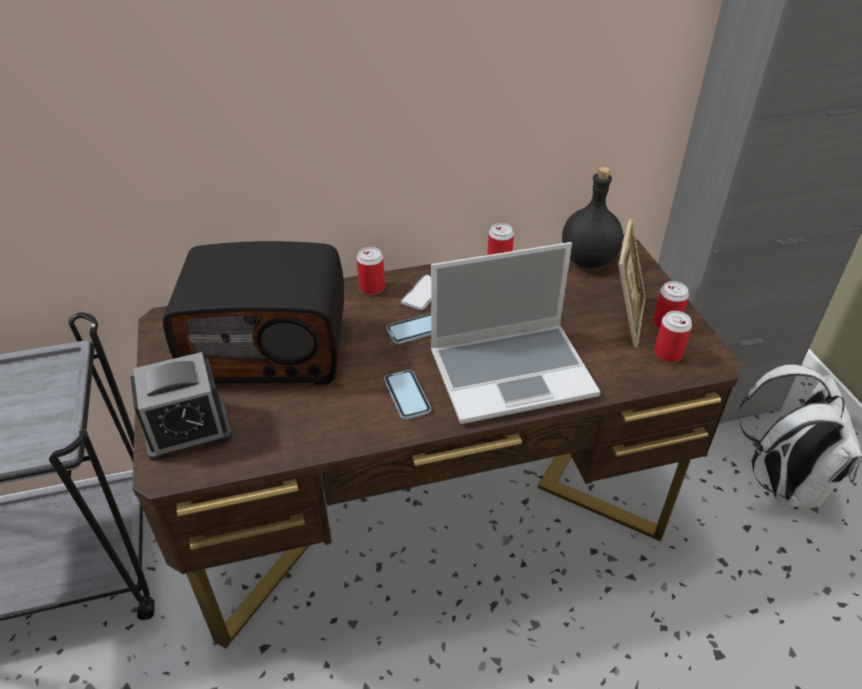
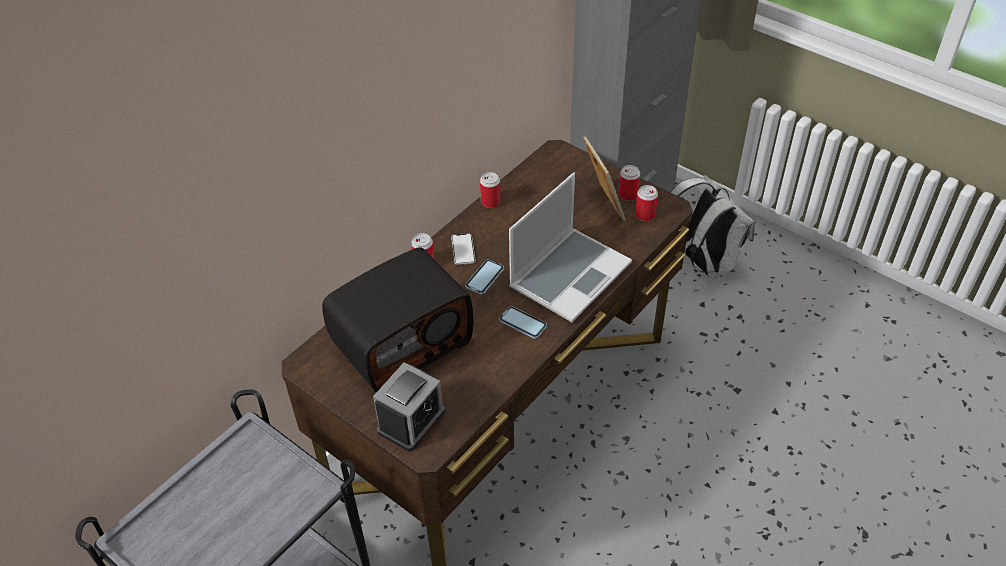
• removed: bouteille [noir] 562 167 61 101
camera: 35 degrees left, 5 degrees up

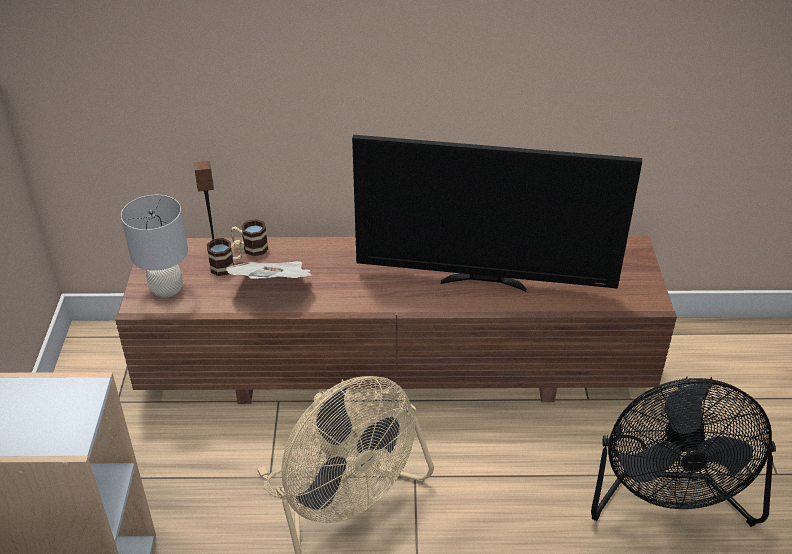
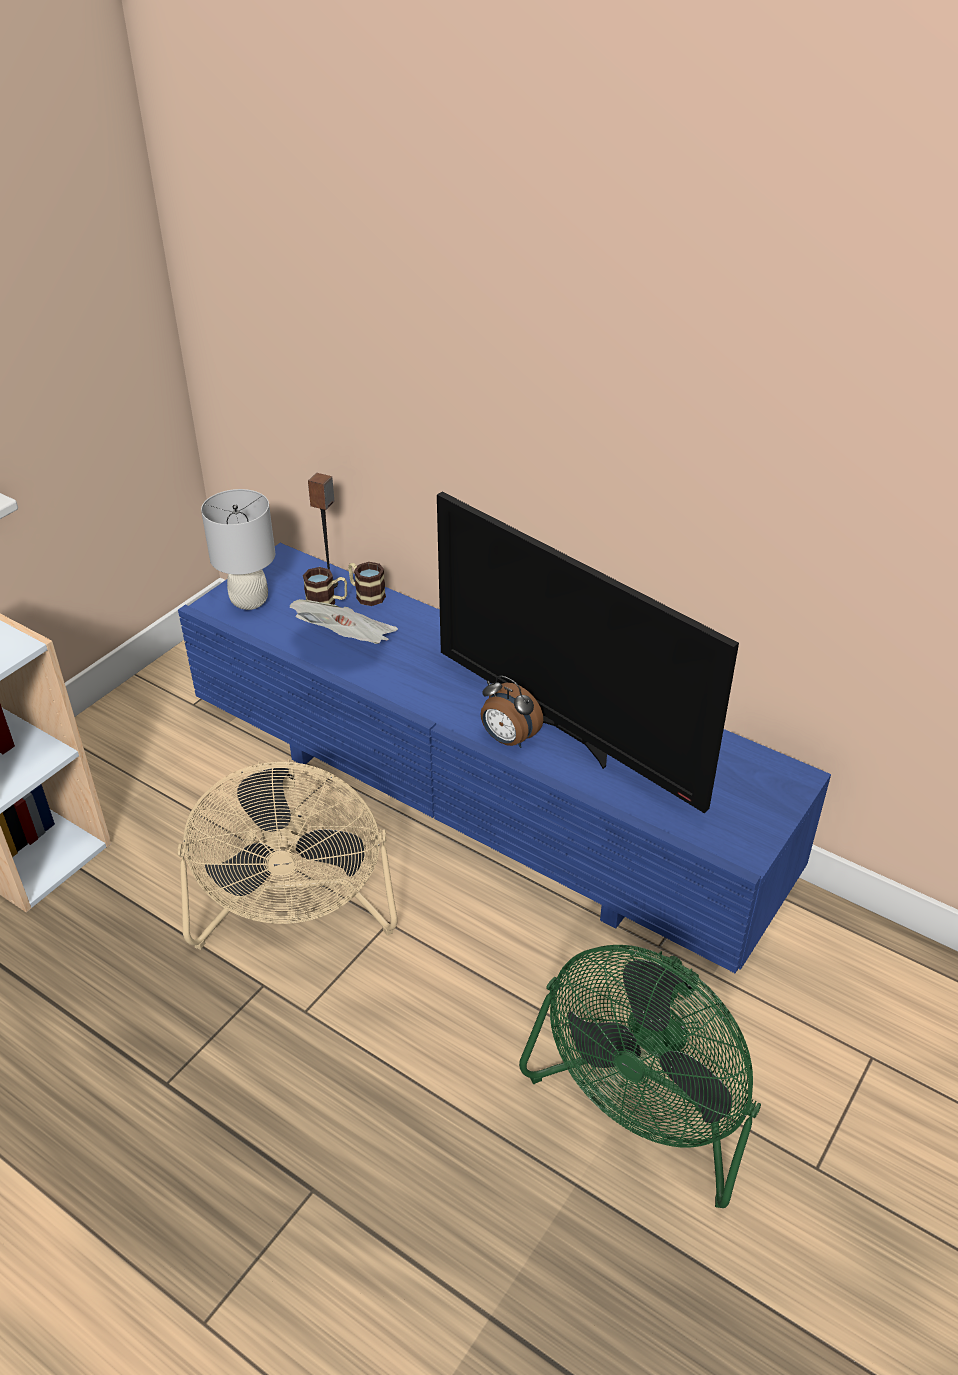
• recoloured: meuble télé [marron] 115 235 562 169 to meuble télé [bleu] 178 543 653 430
• added: réveil 481 676 62 72
• recoloured: ventilateur [noir] 591 376 185 151 to ventilateur [vert] 519 945 242 263
camera: 35 degrees right, 0 degrees up

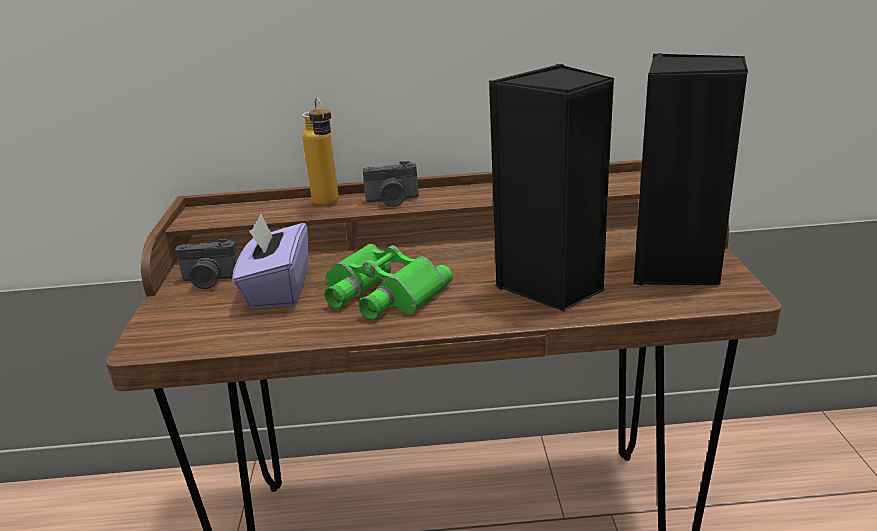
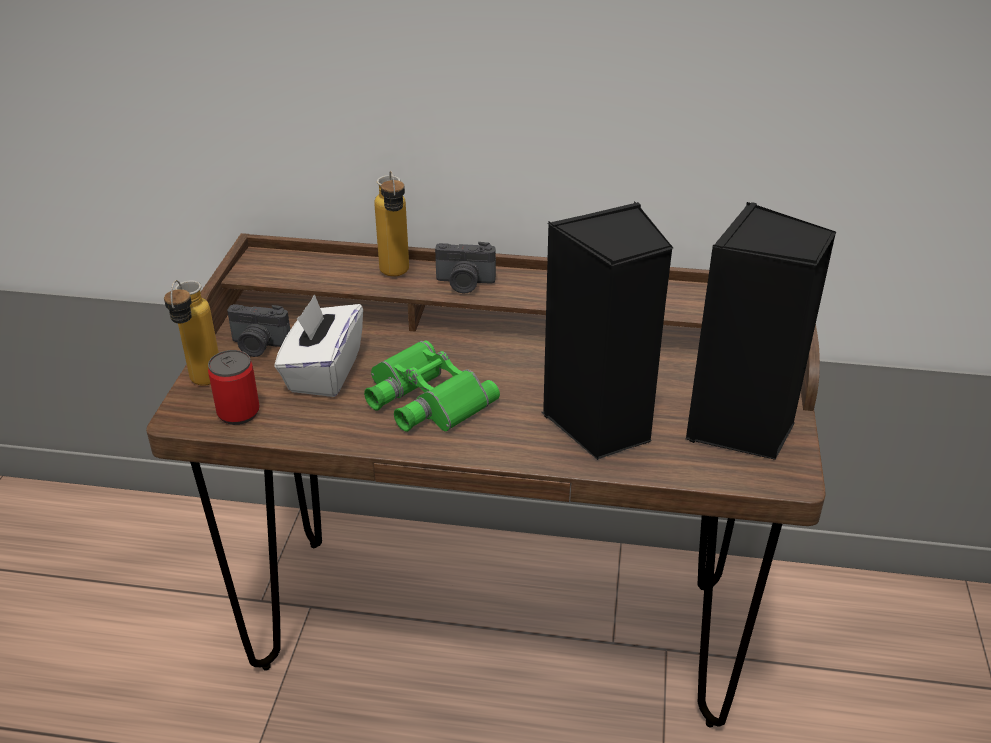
• added: bouteille 164 280 55 105
• added: boîte métallique 208 350 52 75
• recoloured: boîte à mouchoirs [violet] 232 214 76 94 to boîte à mouchoirs [blanc] 275 294 88 103
camera: 10 degrees right, 10 degrees up

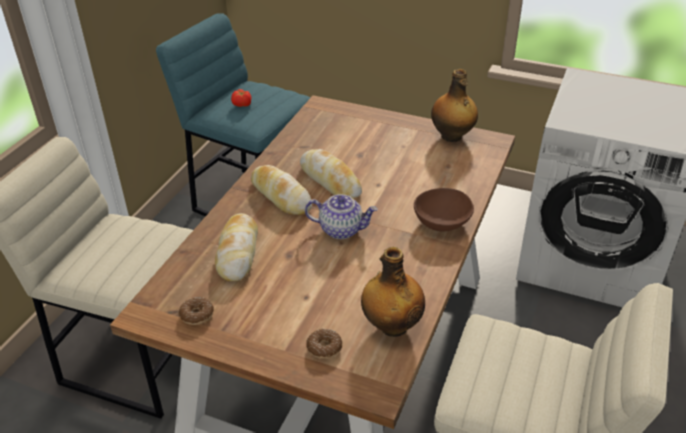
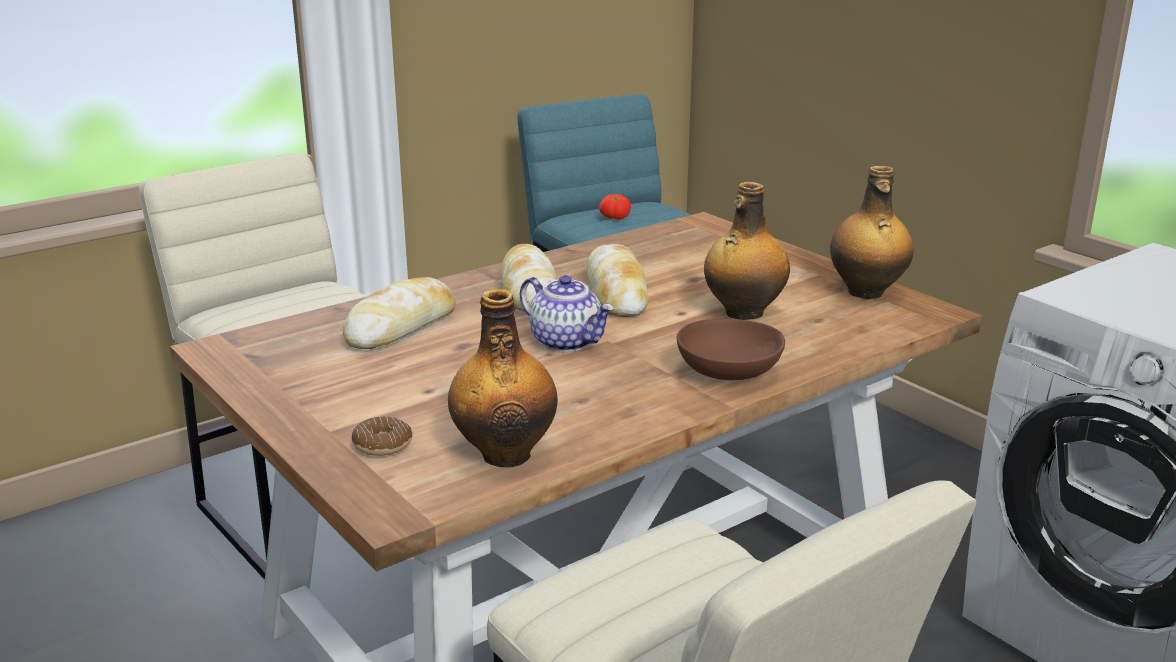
• added: bouteille 704 182 86 138
• removed: beignet 179 297 35 28
camera: 30 degrees right, 15 degrees down

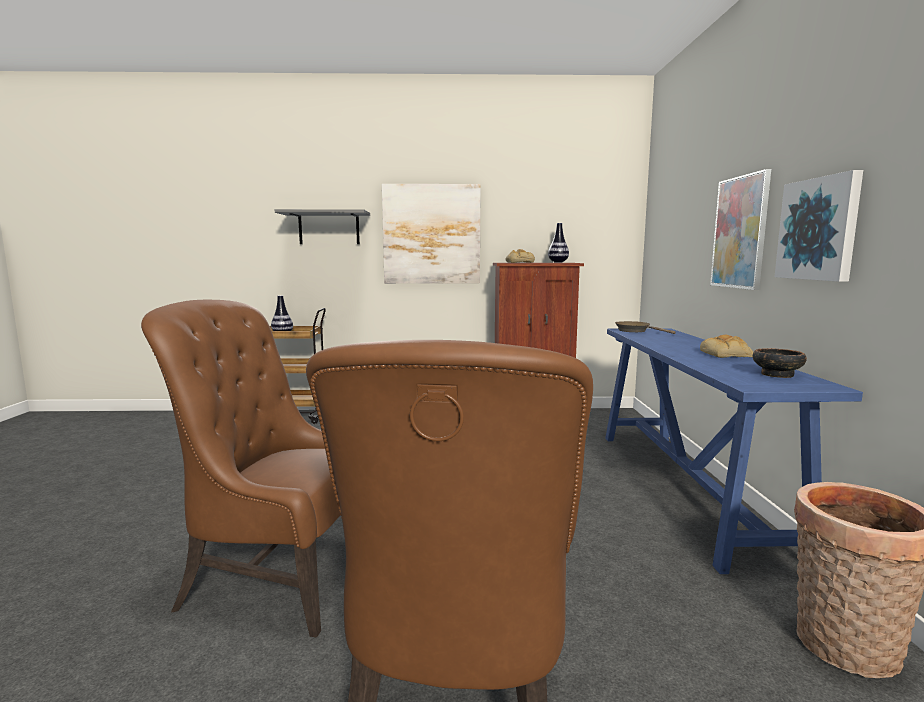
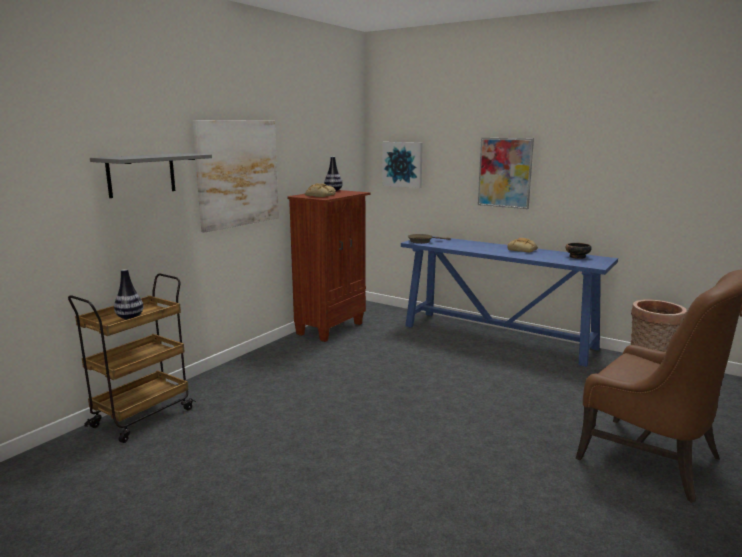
• moved: tableau 775 170 88 112 to 382 142 41 46
• removed: chaise [marron] 141 300 199 337
camera: 55 degrees left, 5 degrees up

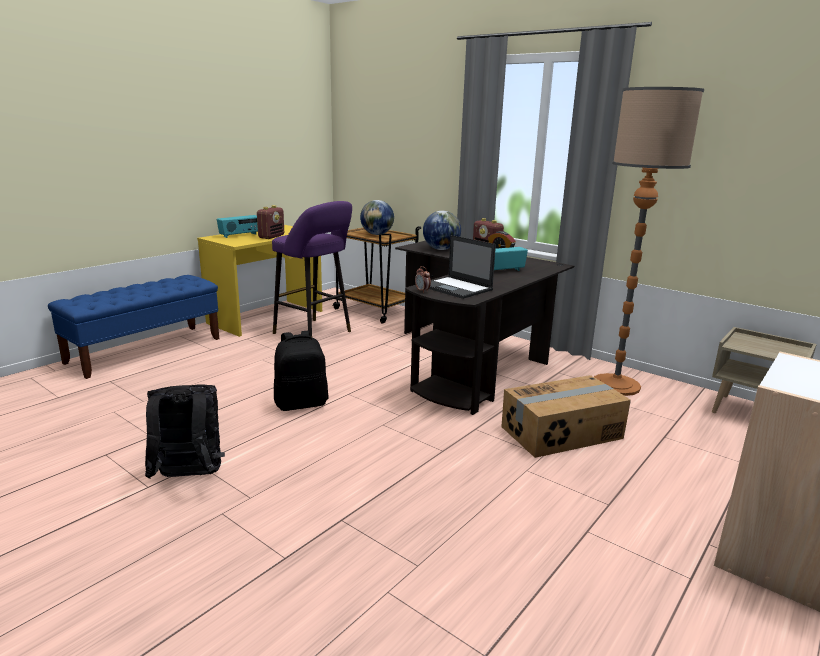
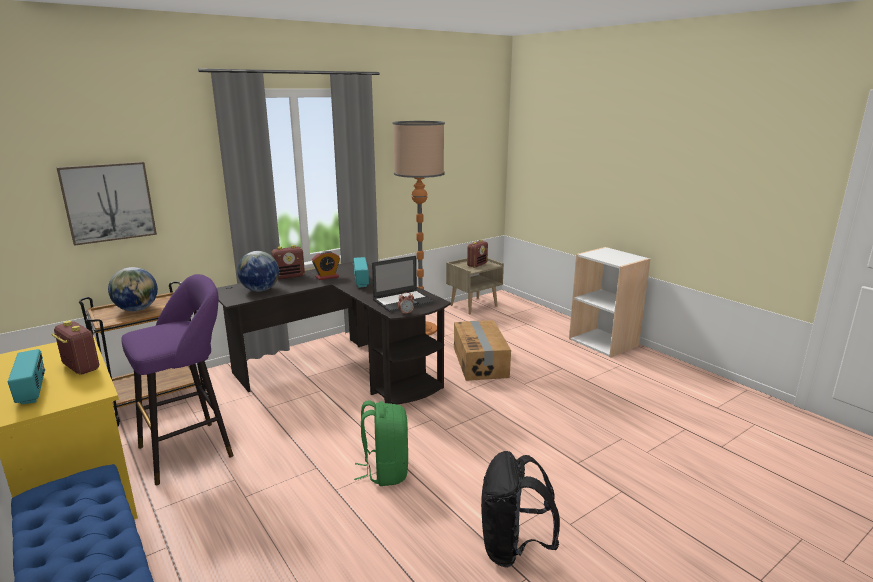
• added: tableau 56 162 101 84
• recoloured: sac à dos [noir] 274 331 55 80 to sac à dos [vert] 354 400 54 86
• added: radio 467 240 21 28
camera: 75 degrees left, 0 degrees up

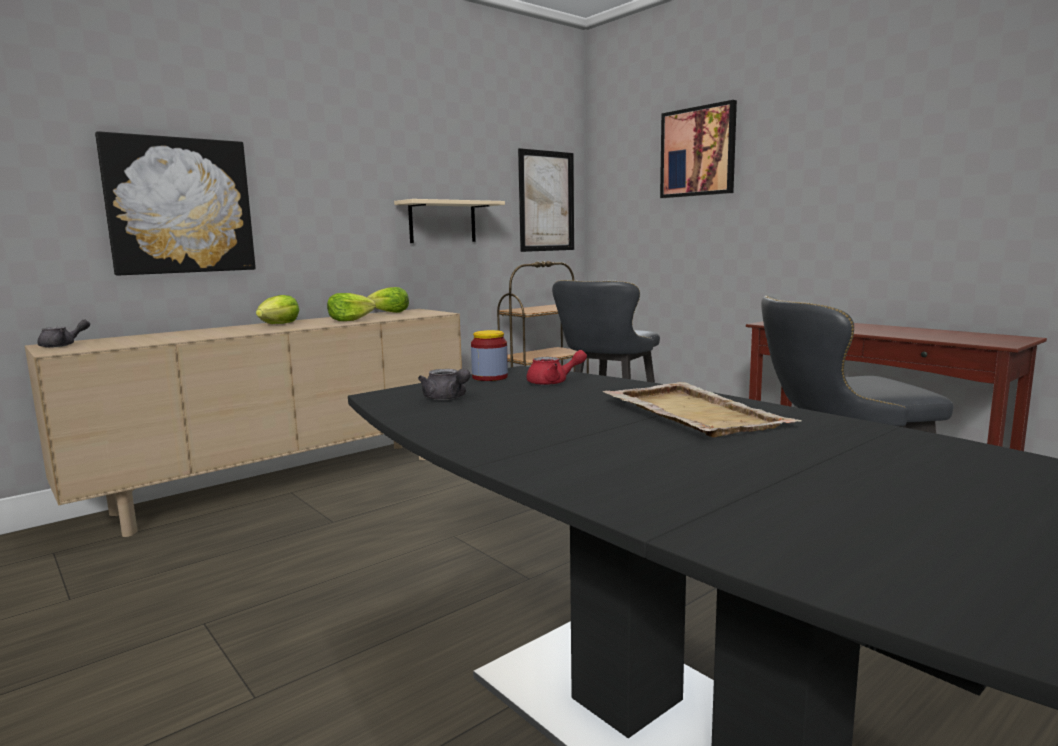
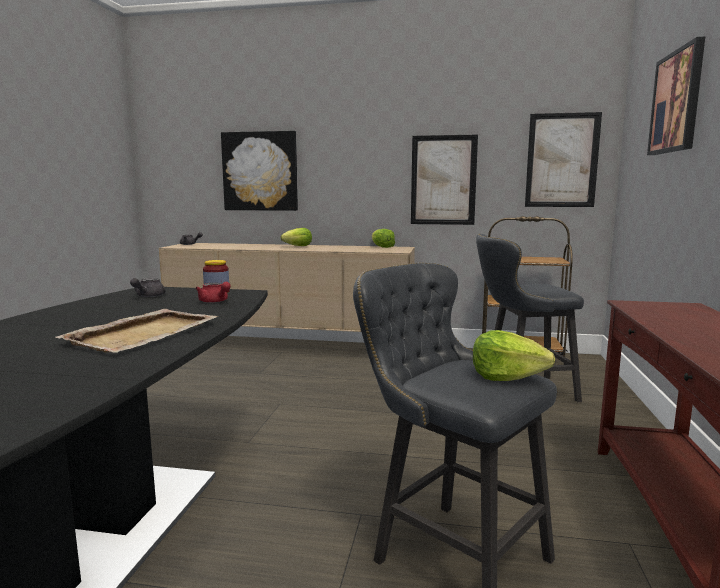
• replaced: étagère [beige] 394 199 111 44 to tableau 411 135 67 90
• moved: laitue 327 293 48 28 to 473 330 82 51
camera: 50 degrees right, 0 degrees up

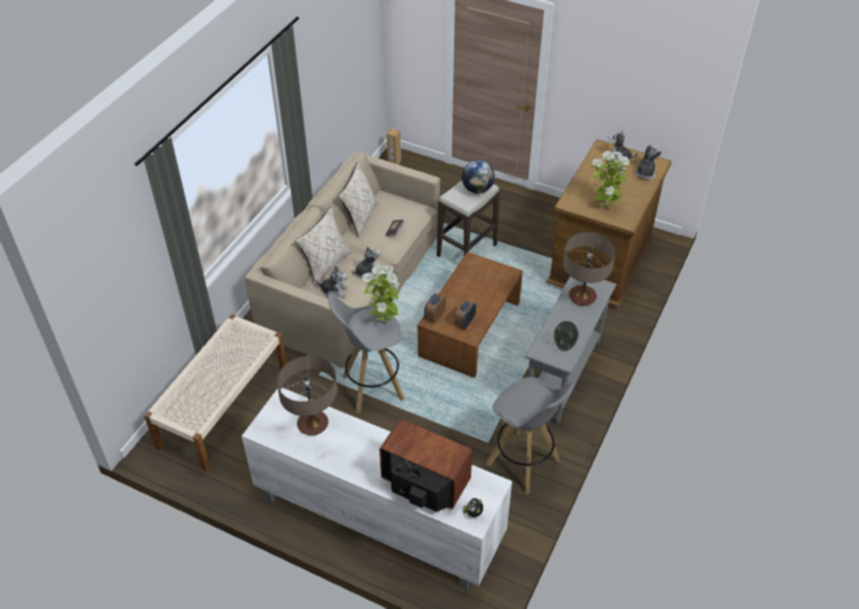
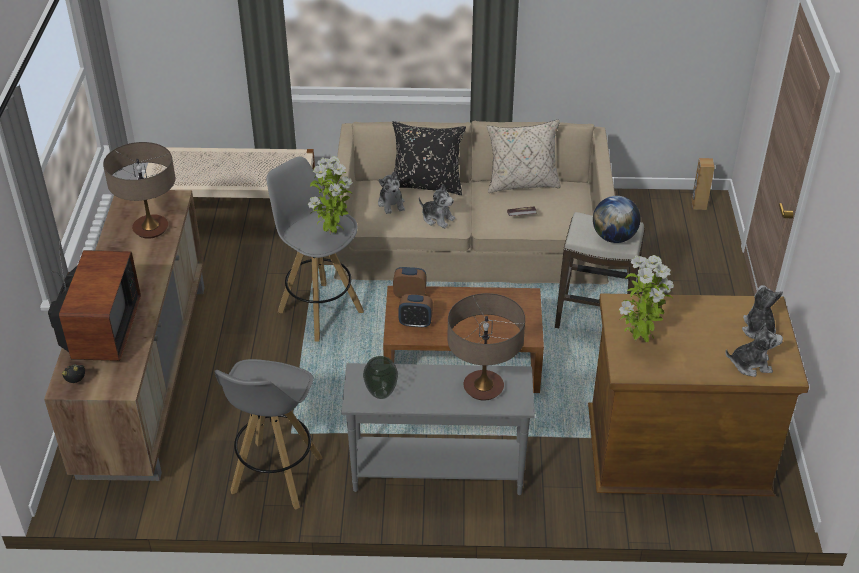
• recoloured: meuble télé [blanc] 242 388 270 203 to meuble télé [marron] 44 190 161 291
• recoloured: coussin [beige] 295 206 56 80 to coussin [noir] 392 121 74 74
camera: 65 degrees right, 5 degrees down

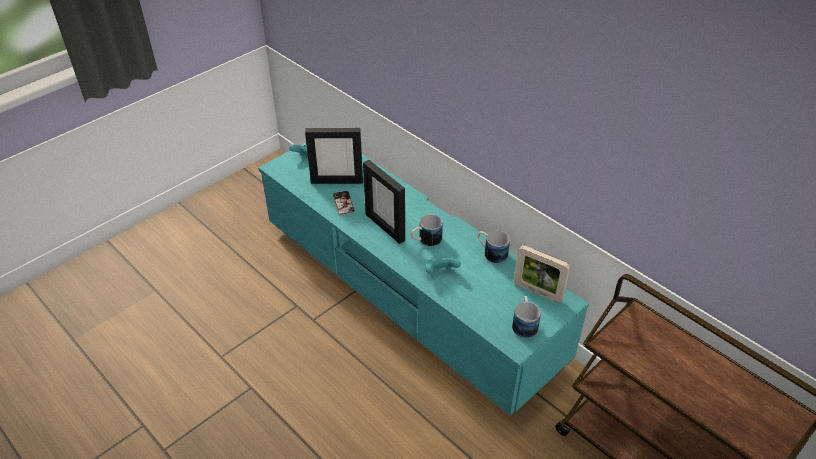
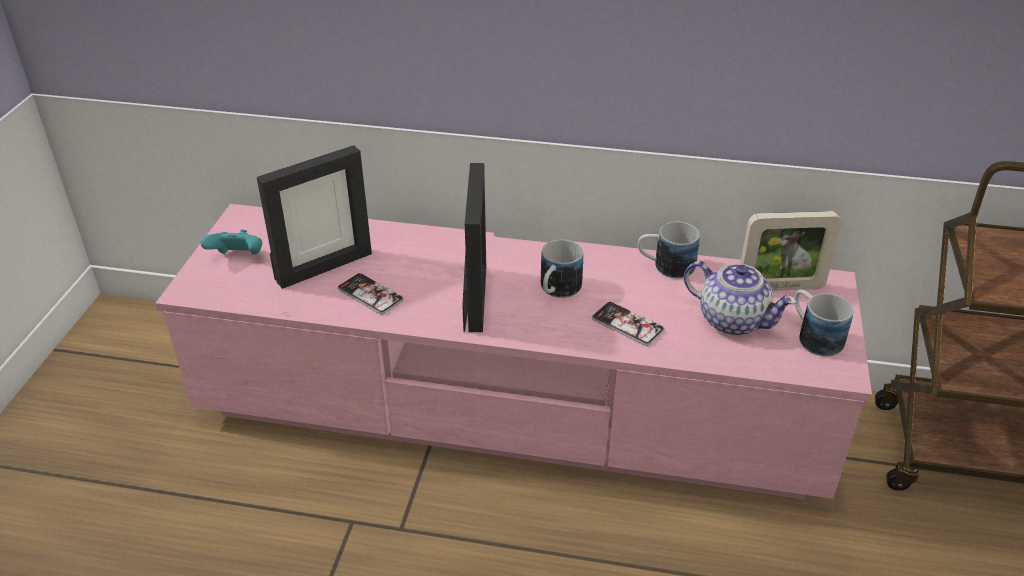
• recoloured: meuble télé [turquoise] 258 142 331 273 to meuble télé [rose] 155 204 717 295
• turned: cadre photo 363 160 42 84 = 462 163 24 169 105 degrees counterclockwise
• replaced: manette [turquoise] 425 256 36 18 to téléphone 592 302 72 44
• added: théière 684 261 113 75
camera: 35 degrees left, 5 degrees down

